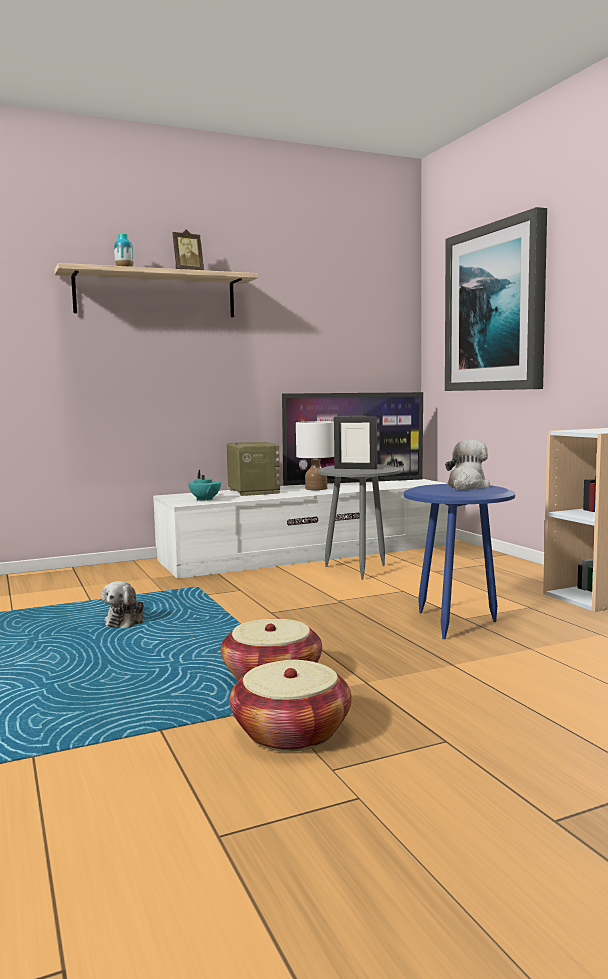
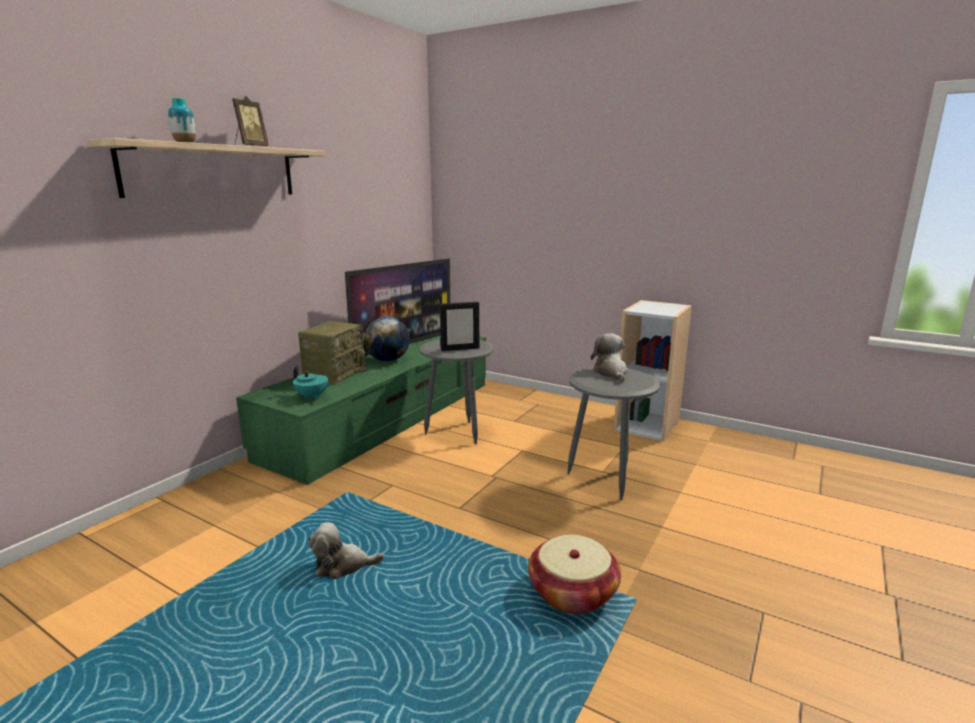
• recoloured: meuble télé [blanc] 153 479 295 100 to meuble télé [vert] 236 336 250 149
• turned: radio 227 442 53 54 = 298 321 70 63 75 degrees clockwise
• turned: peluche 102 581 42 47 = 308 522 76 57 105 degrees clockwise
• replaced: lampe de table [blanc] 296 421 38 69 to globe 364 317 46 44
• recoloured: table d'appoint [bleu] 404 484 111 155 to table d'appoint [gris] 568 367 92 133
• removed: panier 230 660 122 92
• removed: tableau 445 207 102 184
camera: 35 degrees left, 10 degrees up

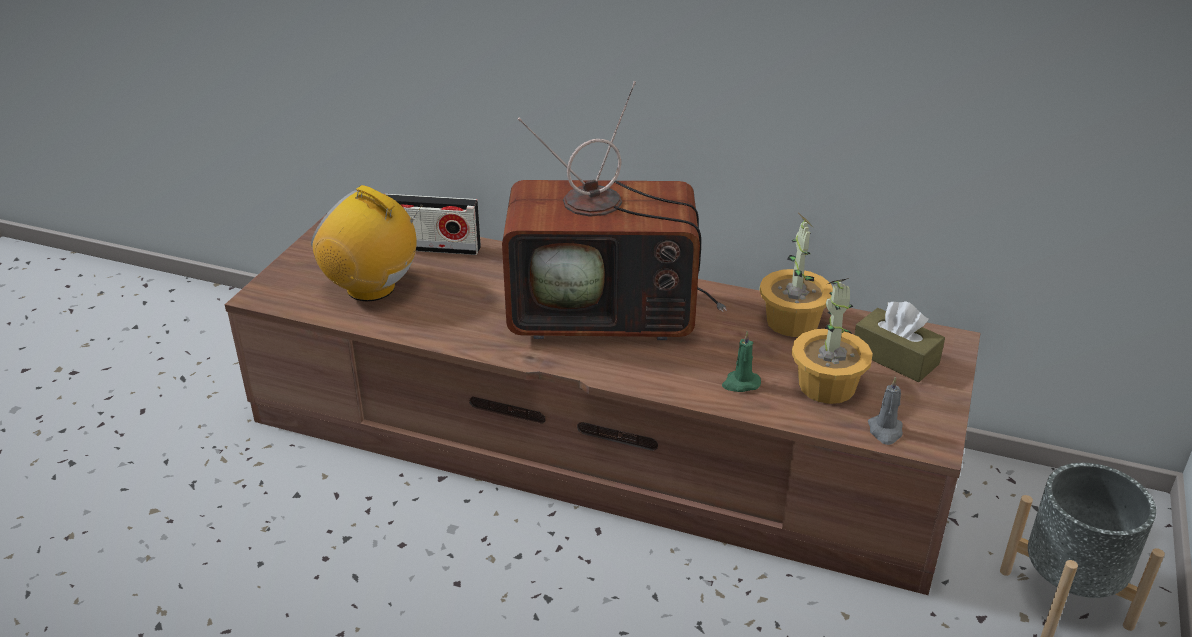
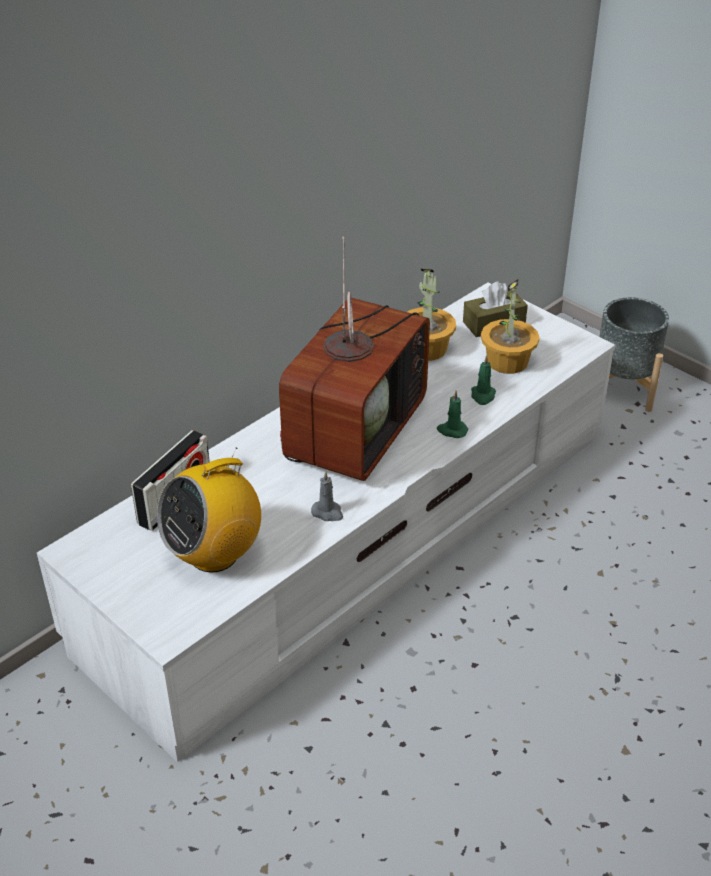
• recoloured: meuble télé [marron] 225 215 755 380 to meuble télé [blanc] 37 283 578 479
• moved: bougie [gris] 868 377 35 68 to 311 471 32 50
• added: bougie [vert] 437 391 31 47
camera: 65 degrees left, 5 degrees up

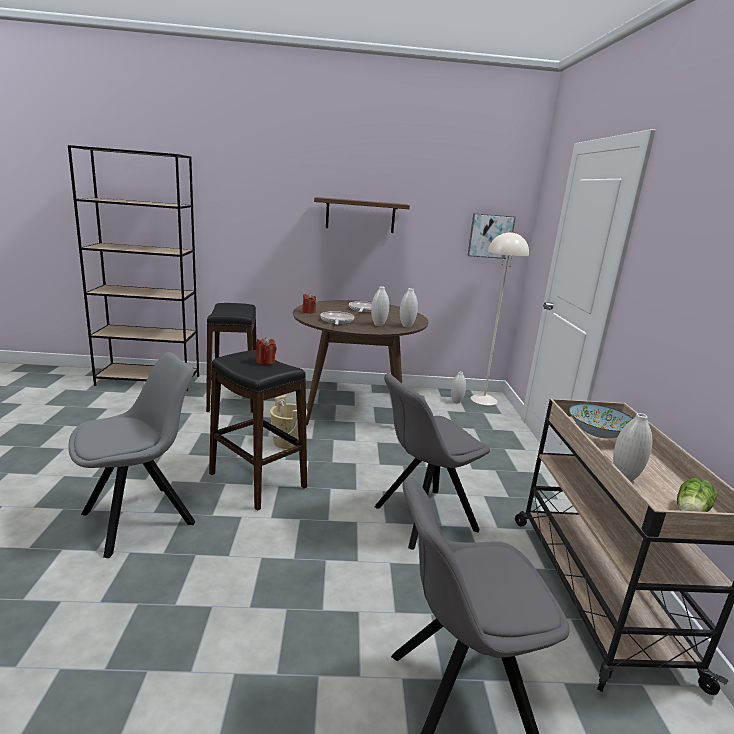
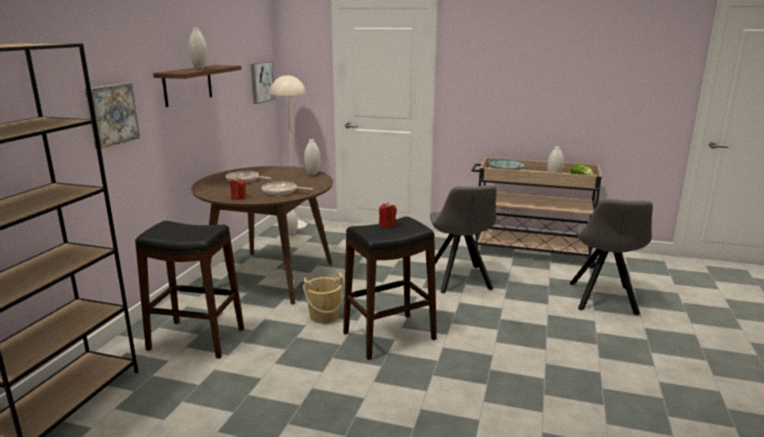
• added: tableau 85 83 55 66
• moved: vase [blanc] 371 286 18 40 to 188 28 20 41
• removed: chaise [gris] 68 352 127 206
camera: 70 degrees left, 0 degrees up

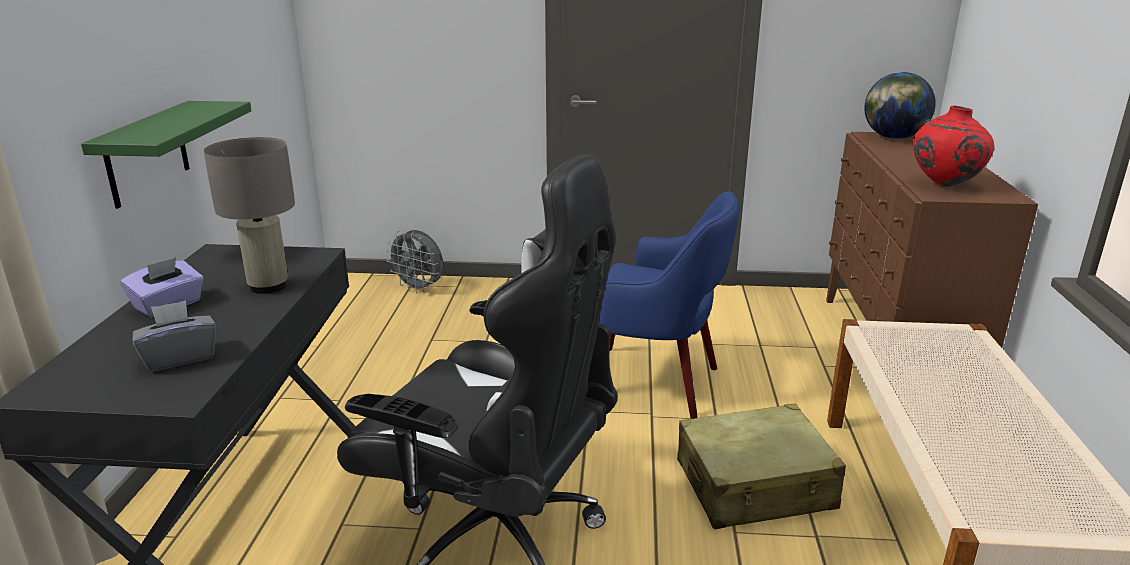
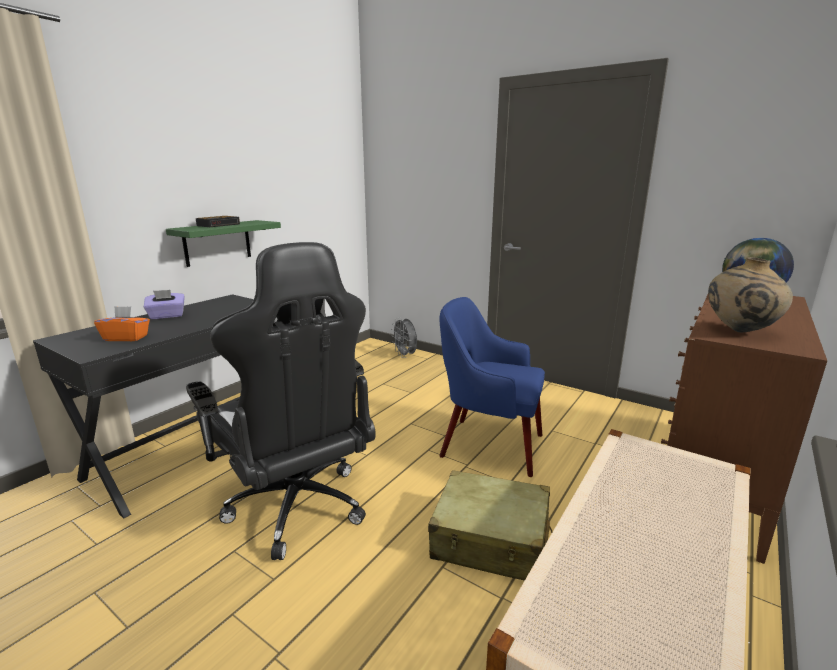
• recoloured: boîte à mouchoirs [gris] 133 301 83 71 to boîte à mouchoirs [orange] 94 306 56 35
• added: réveil 196 216 44 11
• turned: fauteuil [bleu] 599 191 140 228 = 439 297 106 180 150 degrees clockwise
• recoloured: vase [rouge] 913 105 81 82 to vase [beige] 708 257 85 75
• removed: lampe de table [gris] 204 137 91 157
camera: 30 degrees right, 5 degrees down

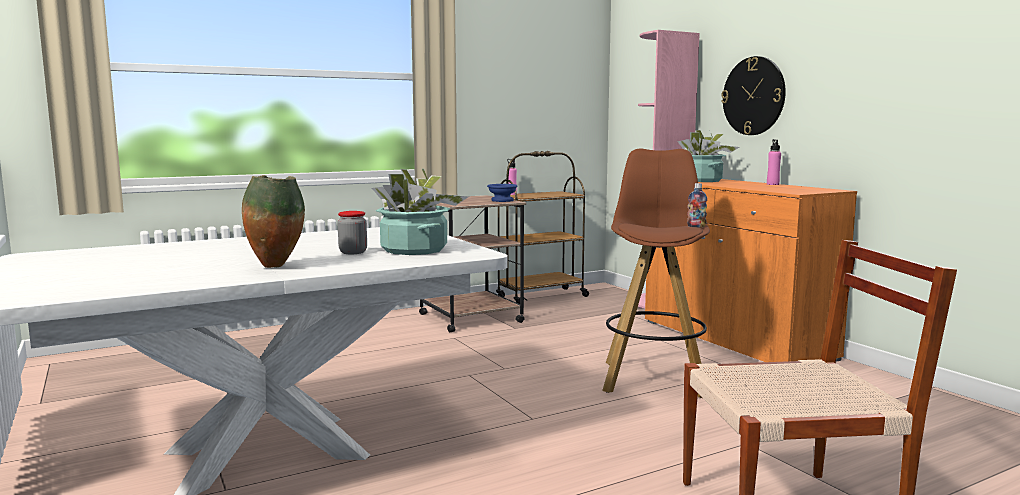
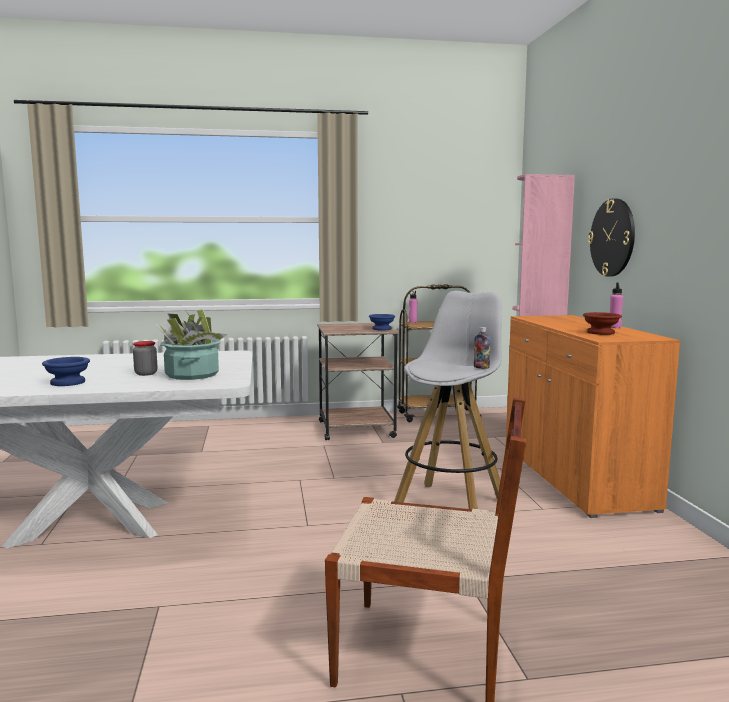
• replaced: vase 242 175 63 93 to bol [bleu] 42 357 48 29
• recoloured: tabouret [marron] 602 149 108 250 to tabouret [blanc] 394 291 108 218
• added: bol [marron] 583 312 38 23
• removed: plante en pot 677 130 62 52
camera: 20 degrees right, 0 degrees up

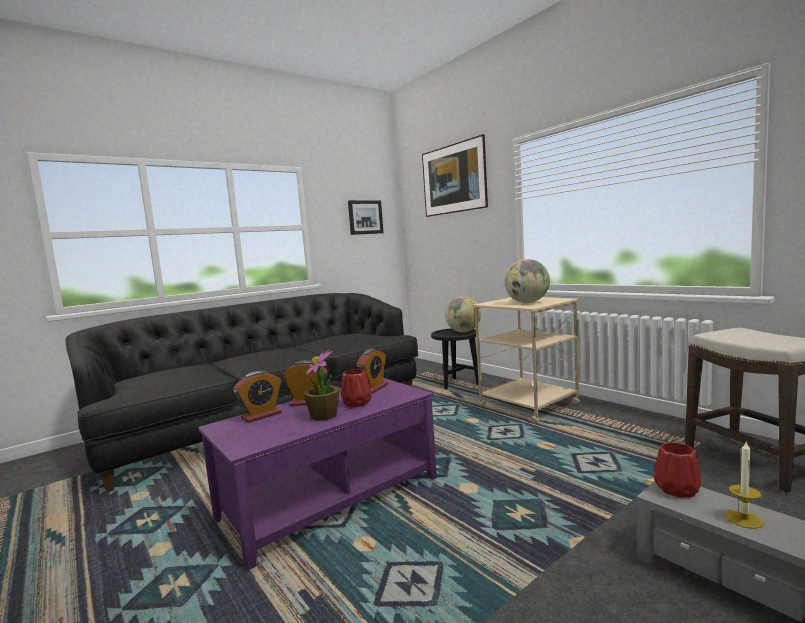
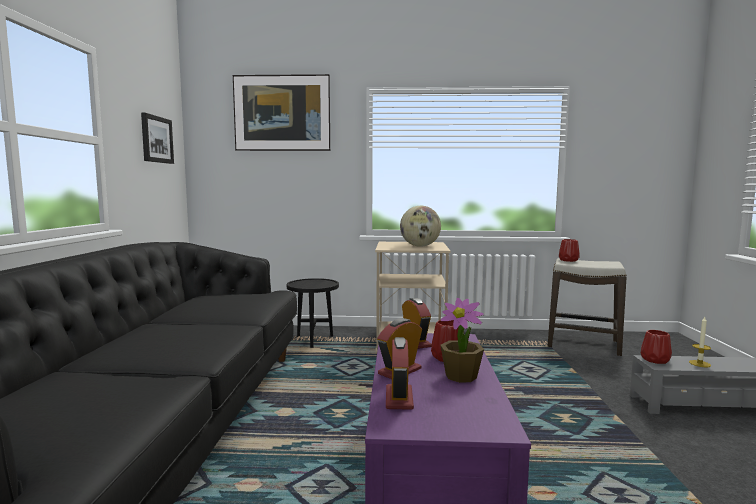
• added: vase [rouge] 559 239 21 23
• removed: globe 445 297 36 35
camera: 50 degrees left, 0 degrees up

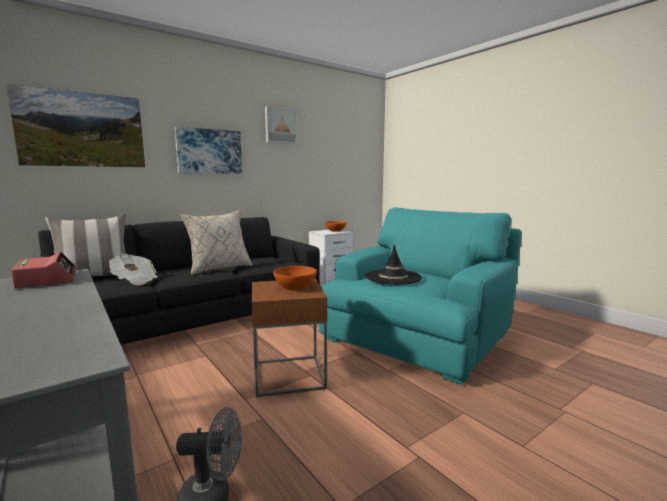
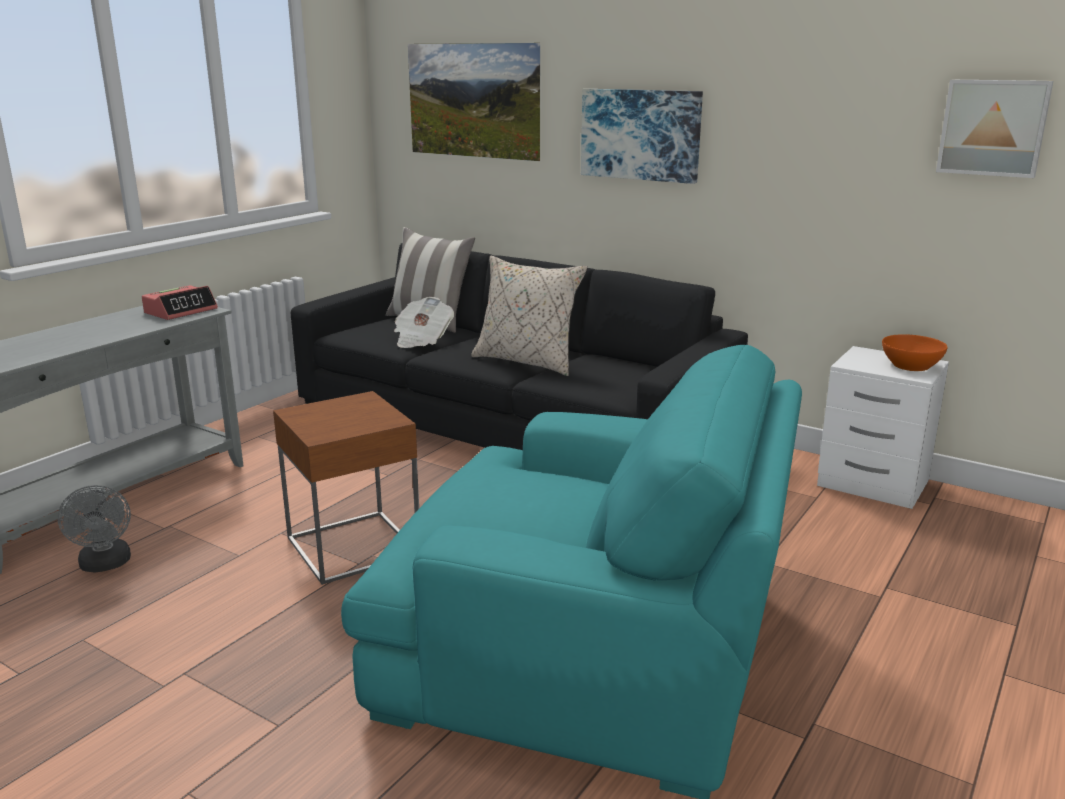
• moved: tableau 265 106 32 38 to 936 80 117 98
• removed: bol [orange] 273 266 44 25
• removed: chapeau [noir] 365 244 57 41
camera: 70 degrees right, 10 degrees up

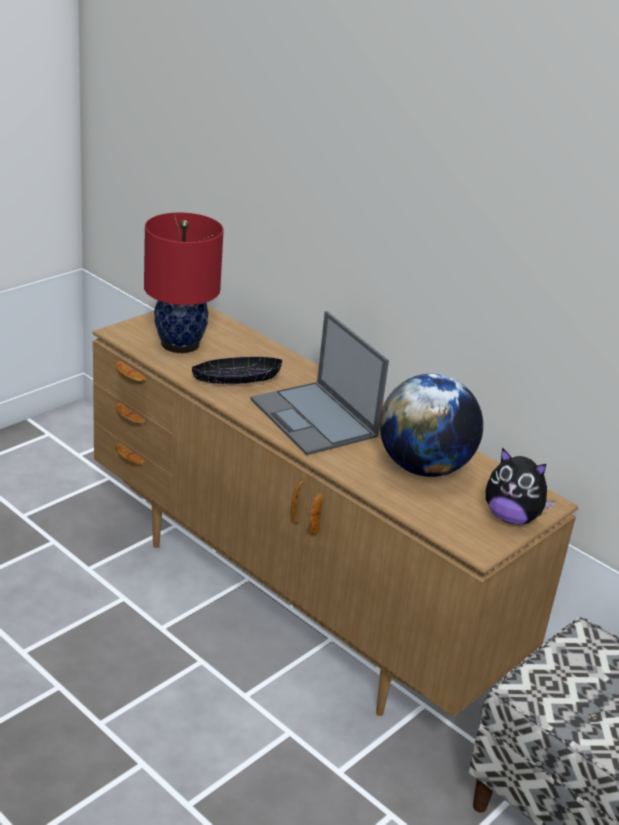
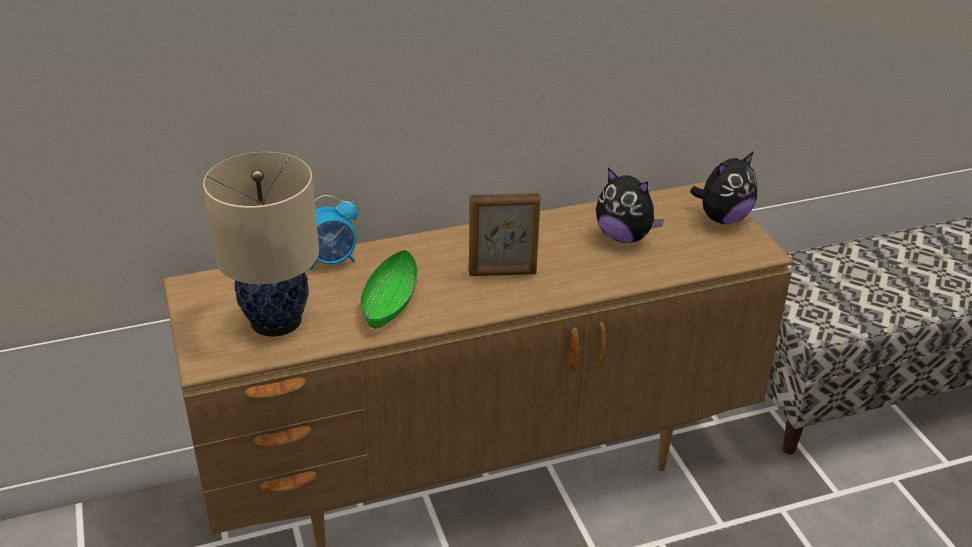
• recoloured: lampe de table [rouge] 144 213 80 140 to lampe de table [beige] 203 152 116 184
• added: réveil 310 195 48 75
• recoloured: bol [noir] 192 357 90 27 to bol [vert] 361 250 56 79
• replaced: ordinateur portable 250 311 139 144 to cadre photo 469 193 71 83
• replaced: globe 380 374 103 103 to peluche 596 167 69 76
camera: 60 degrees left, 5 degrees up

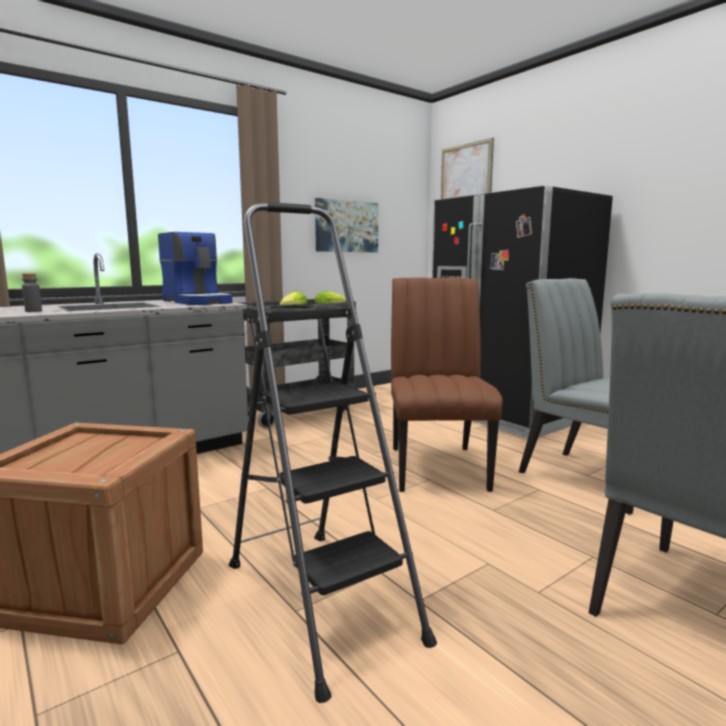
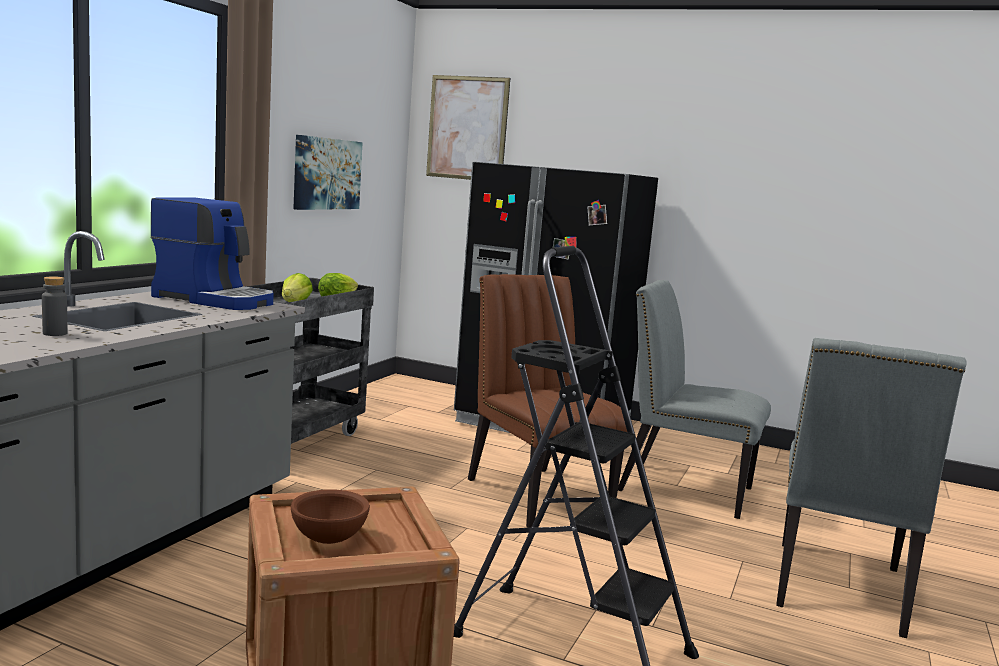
• added: bol [marron] 291 489 79 55
camera: 30 degrees left, 0 degrees up

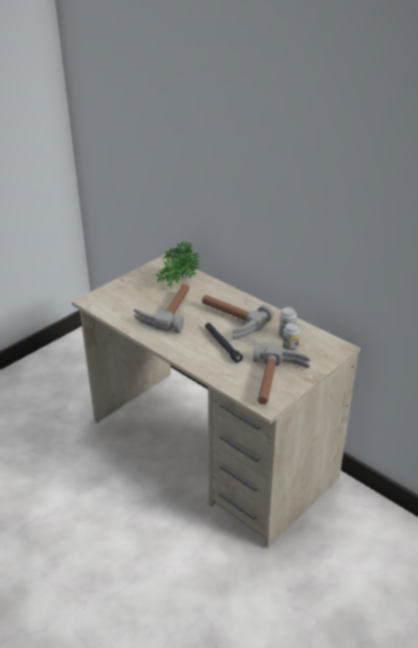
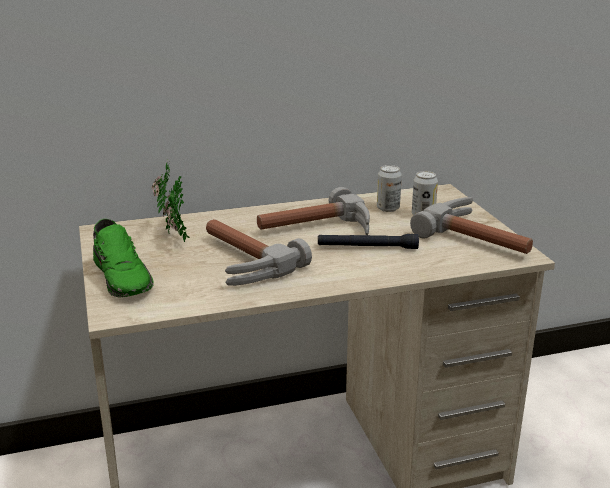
• added: chaussure [vert] 93 219 60 78
camera: 60 degrees left, 10 degrees down

